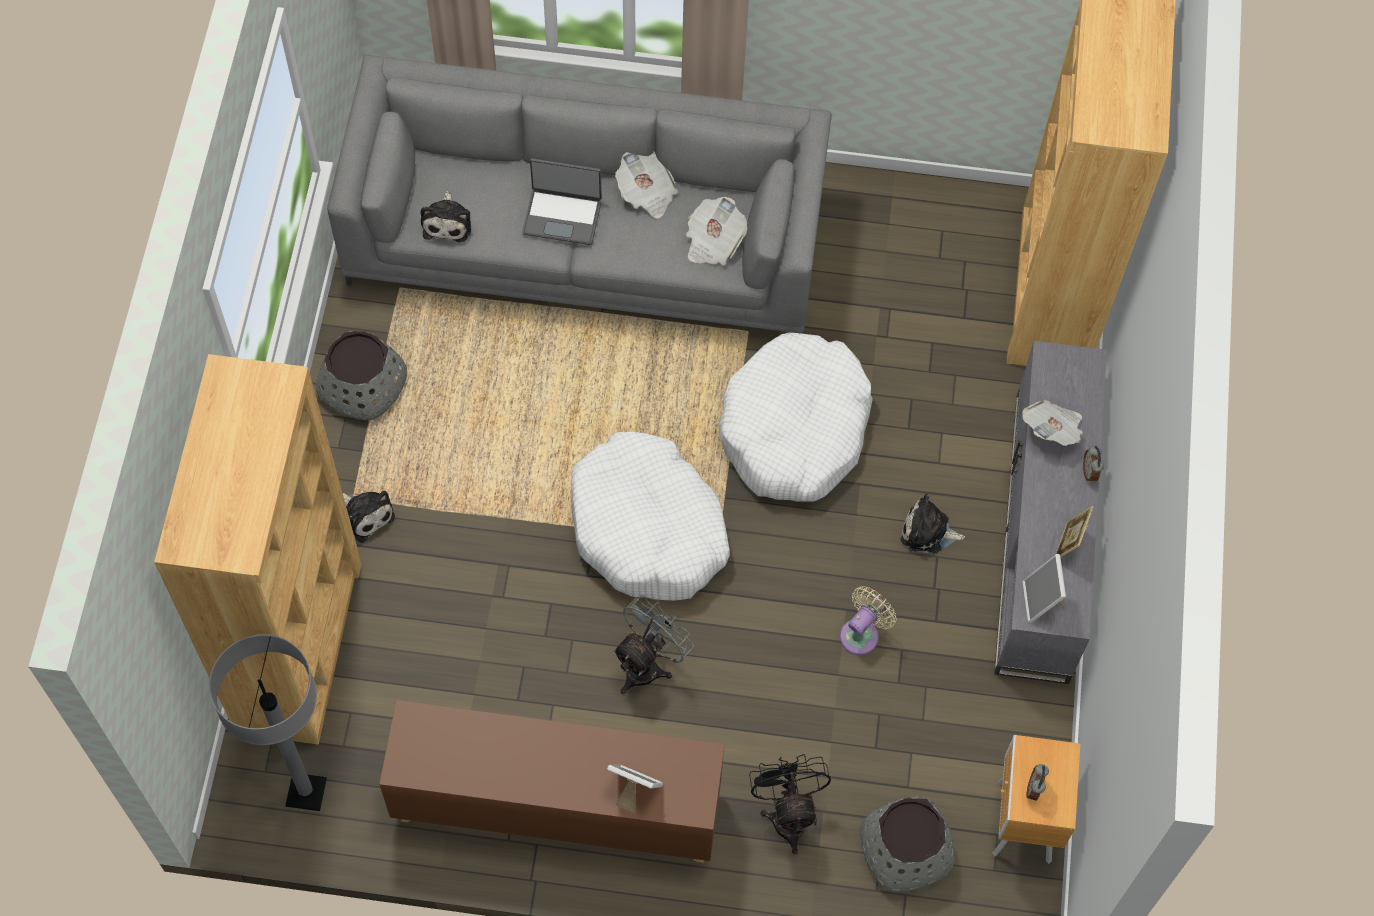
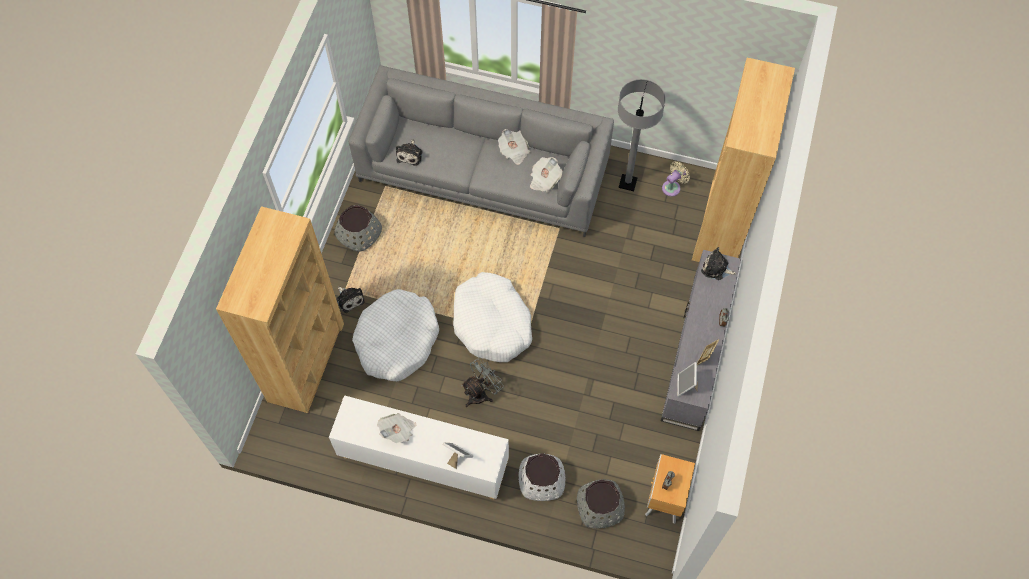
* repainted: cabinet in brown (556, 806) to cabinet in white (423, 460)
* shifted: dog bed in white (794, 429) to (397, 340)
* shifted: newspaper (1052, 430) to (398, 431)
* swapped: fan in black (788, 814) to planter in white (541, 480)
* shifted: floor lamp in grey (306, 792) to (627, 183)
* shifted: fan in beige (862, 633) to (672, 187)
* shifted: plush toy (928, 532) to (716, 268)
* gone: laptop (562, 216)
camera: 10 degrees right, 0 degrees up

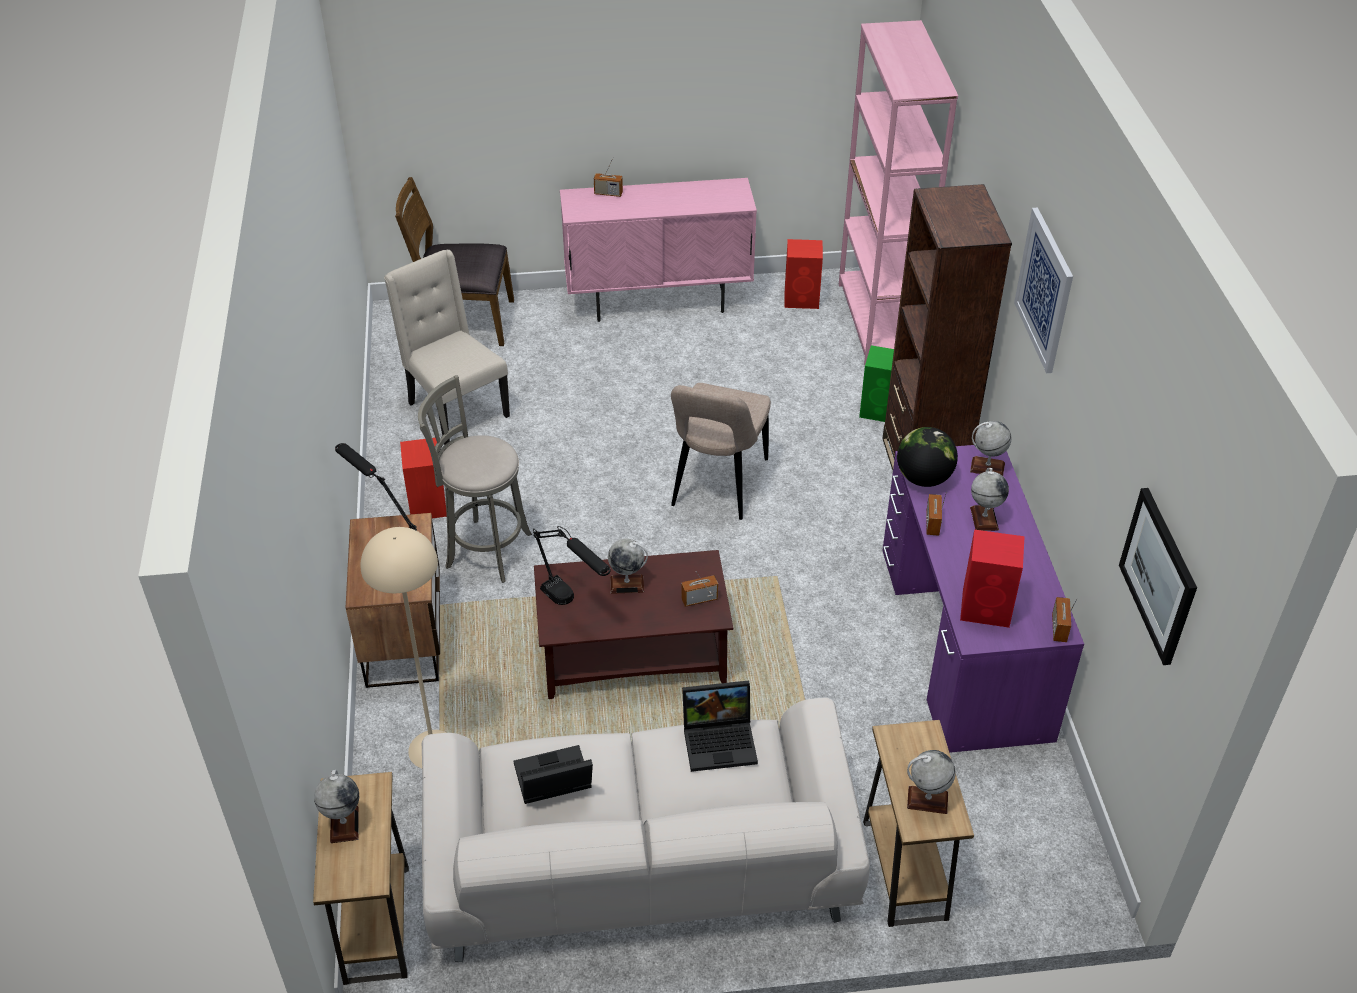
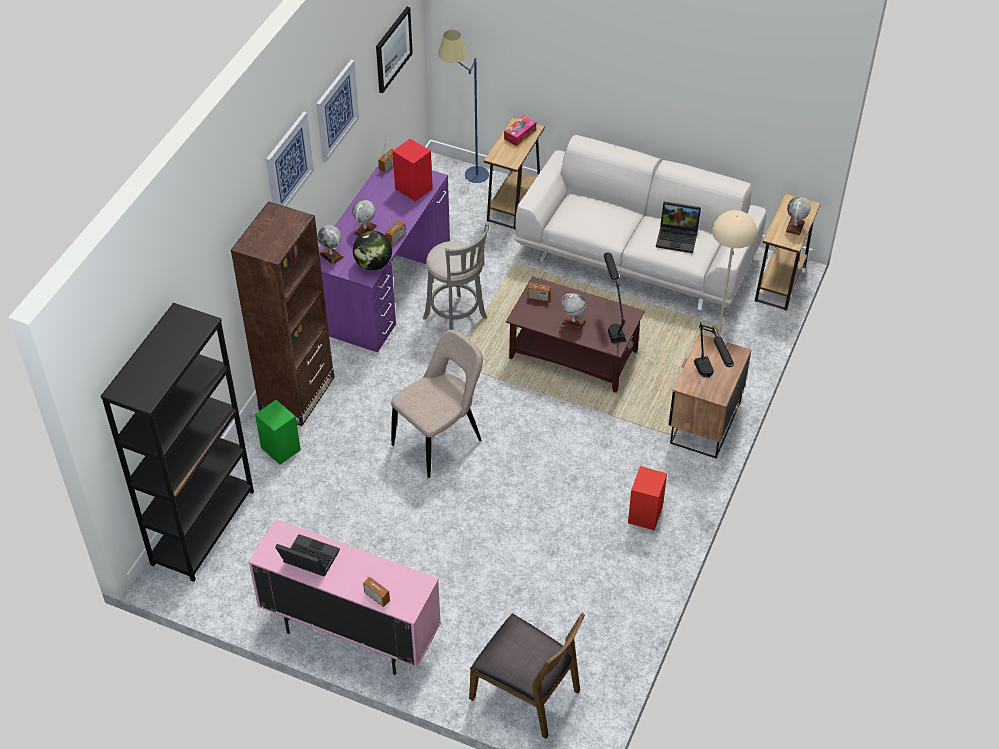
* repainted: bookcase in pink (878, 322) to bookcase in black (203, 527)
* shifted: laptop (721, 740) to (307, 560)
* new: picture (336, 110)
* shifted: stool in grey (484, 549) to (457, 320)
* new: floor lamp in blue (465, 175)
* swapped: globe (927, 800) to tissue box (520, 134)
* gone: chair in beige (455, 410)
* gone: speaker in red (802, 299)
camera: 150 degrees left, 5 degrees up

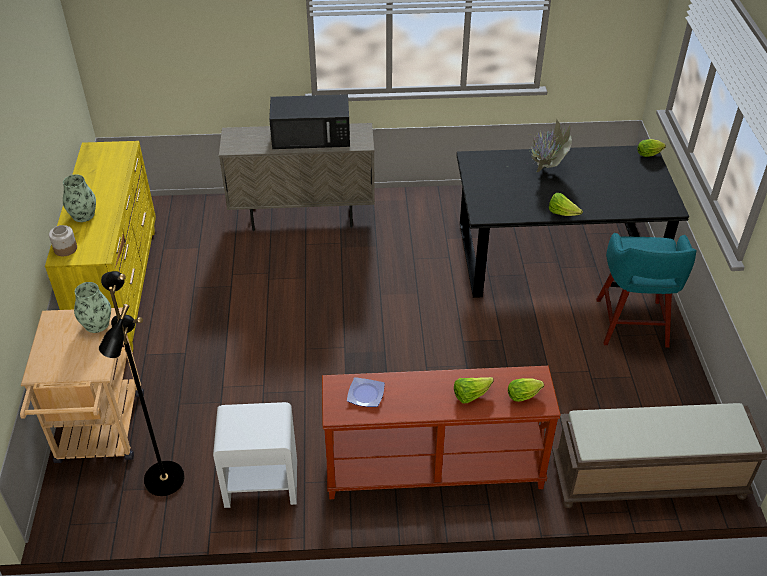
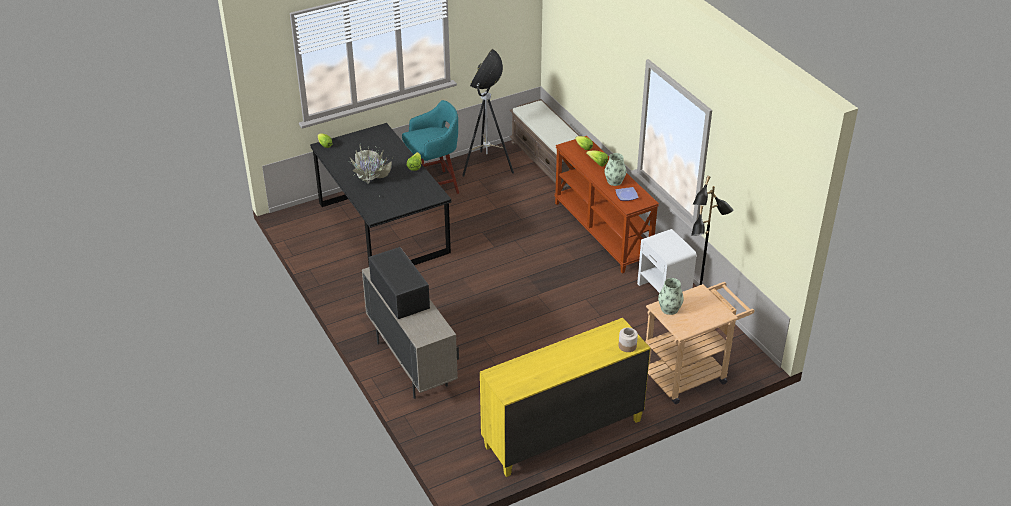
* new: floor lamp (487, 167)
* shifted: vase (83, 215) to (614, 181)
camera: 115 degrees left, 5 degrees down

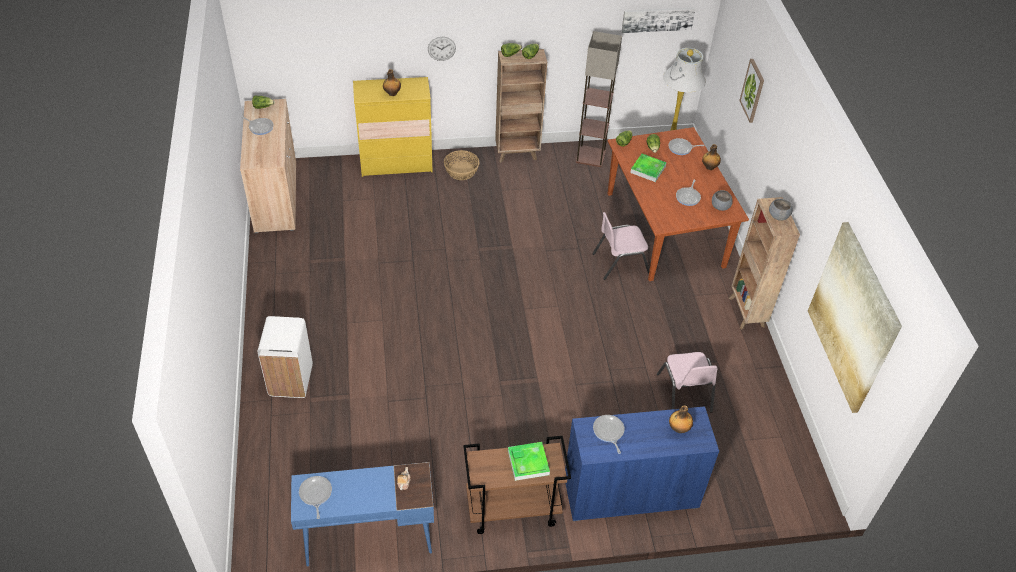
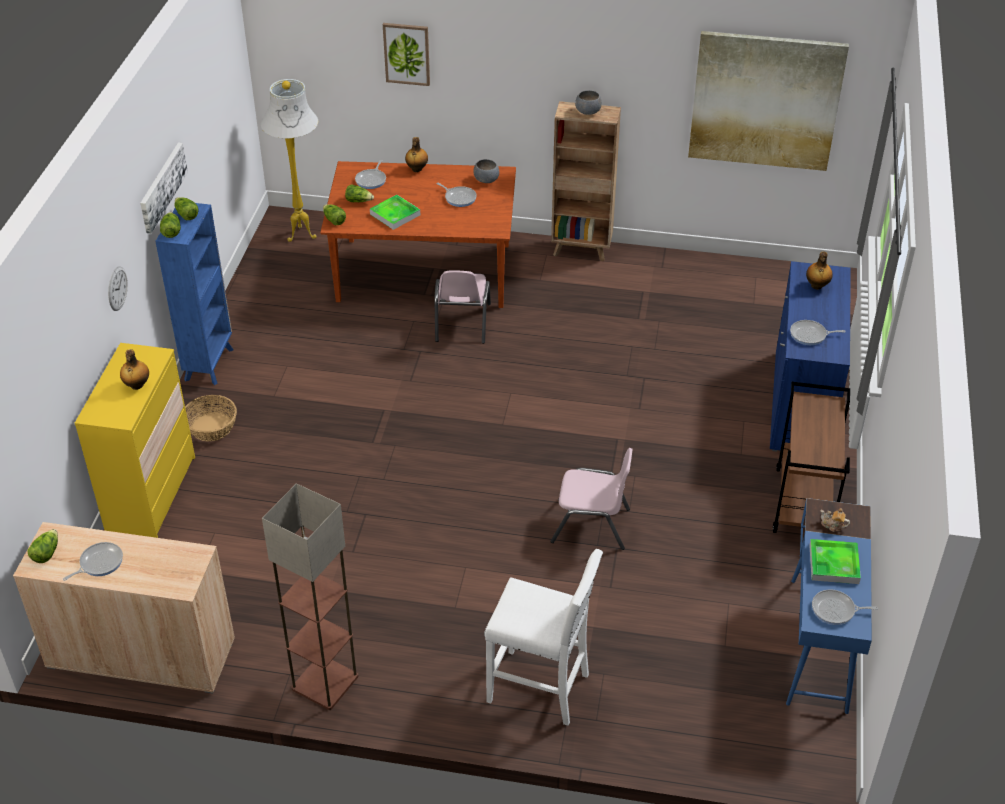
* shifted: picture (657, 19) to (162, 187)
* repainted: bookcase in brown (517, 154) to bookcase in blue (210, 363)
* shifted: floor lamp (590, 157) to (325, 683)
* swapped: trash can in white (290, 381) to stool in white (540, 688)
* shifted: chair in pink (684, 393) to (591, 525)
* shifted: tray (528, 462) to (834, 564)
camera: 70 degrees left, 5 degrees down

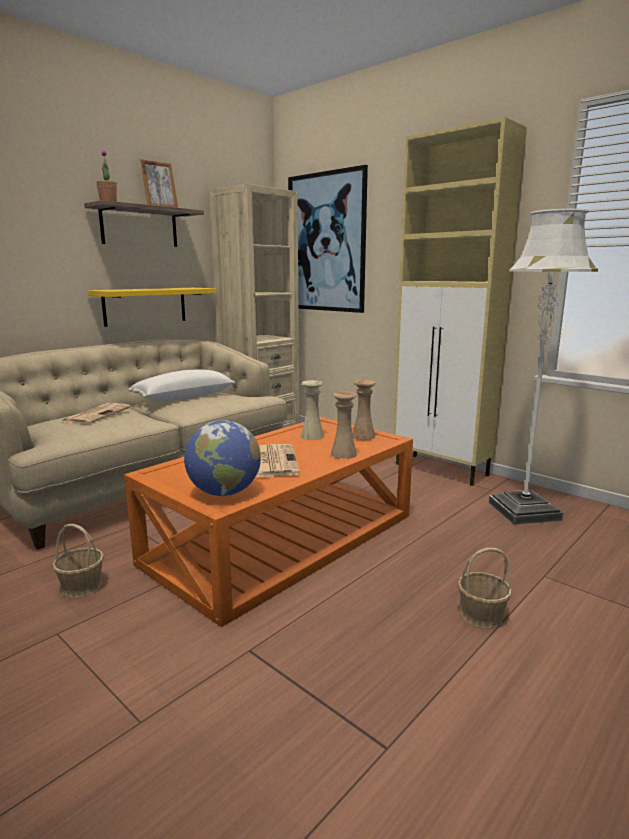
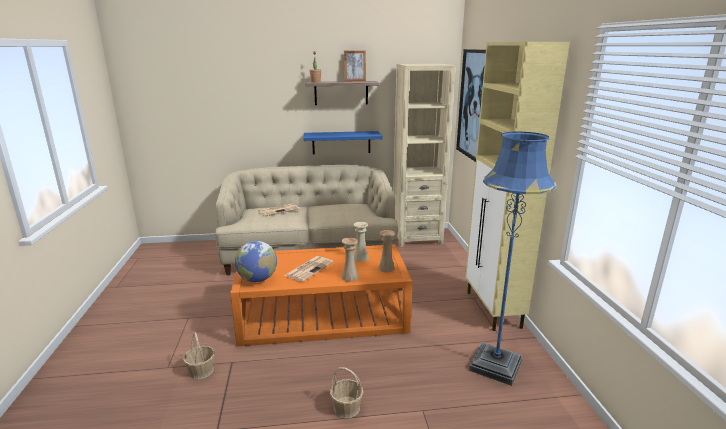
* shifted: basket (81, 586) to (201, 371)
* repainted: shelf in yellow (145, 306) to shelf in blue (341, 142)
* repainted: floor lamp in white (524, 511) to floor lamp in blue (495, 365)
* gone: pillow in white (183, 397)
camera: 40 degrees right, 5 degrees up

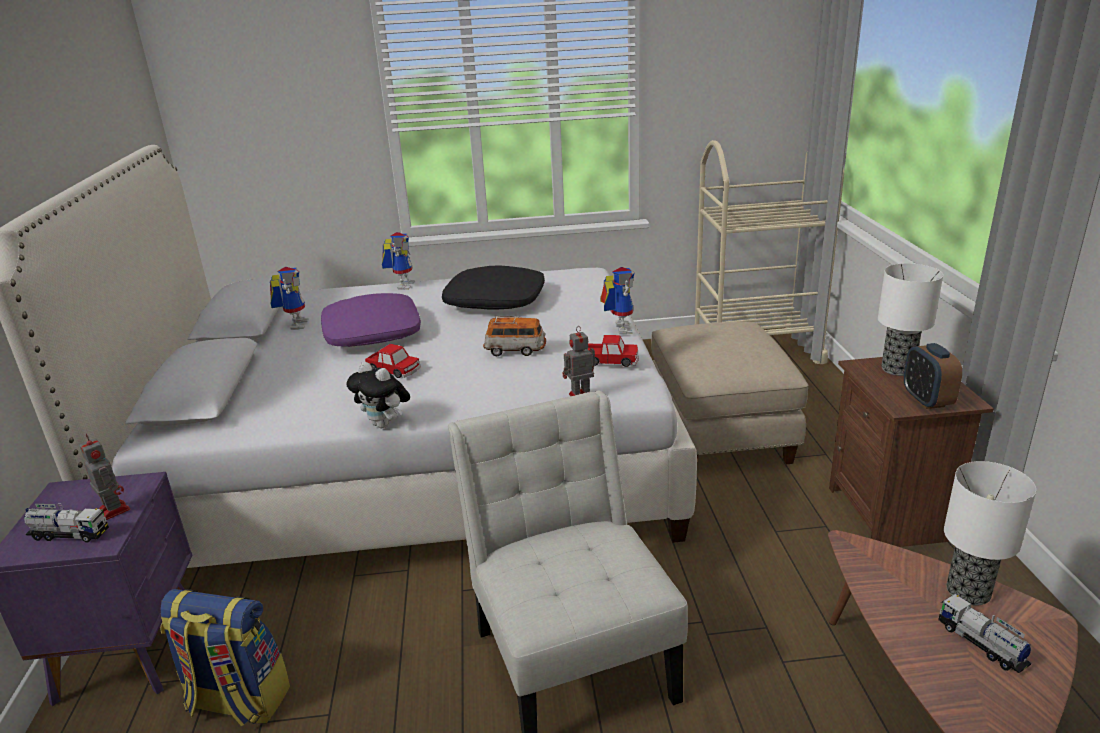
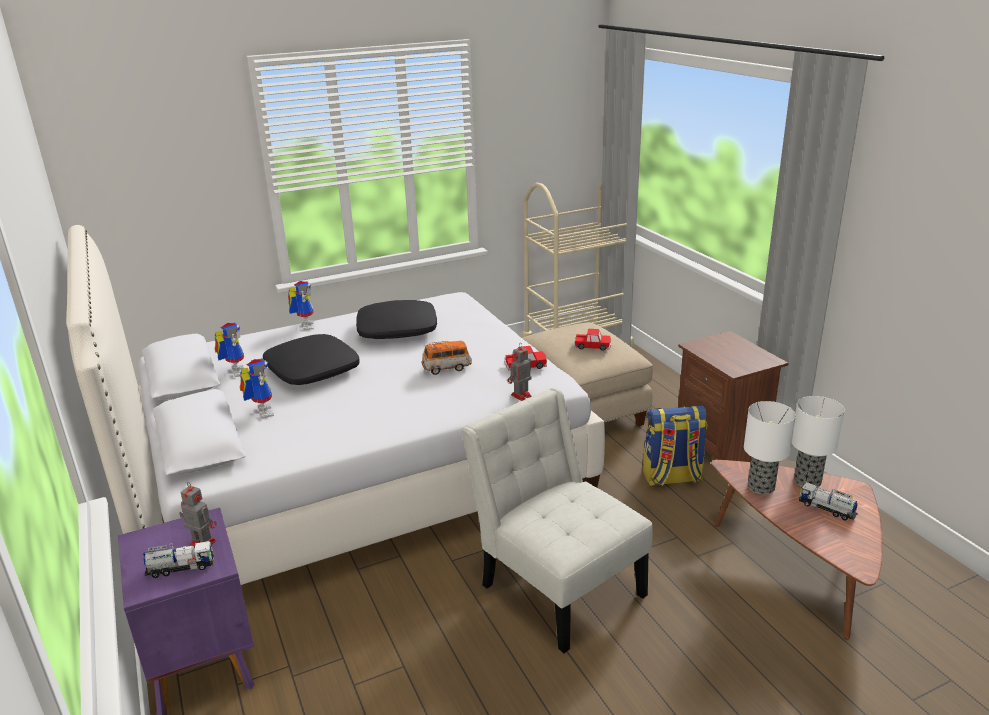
* shifted: toy robot (618, 328) to (261, 412)
* repainted: pillow in purple (371, 333) to pillow in black (312, 370)
* shifted: toy car (393, 370) to (592, 346)
* shifted: backpack (237, 701) to (672, 477)
* shifted: table lamp (898, 369) to (761, 486)
* gone: plush toy (385, 424)
* gone: alarm clock (926, 400)
camera: 20 degrees left, 0 degrees up

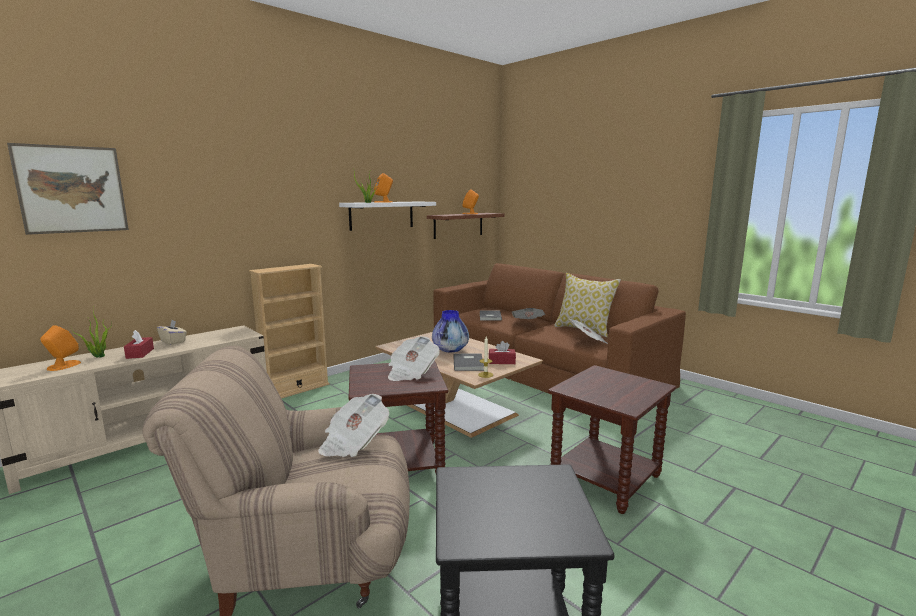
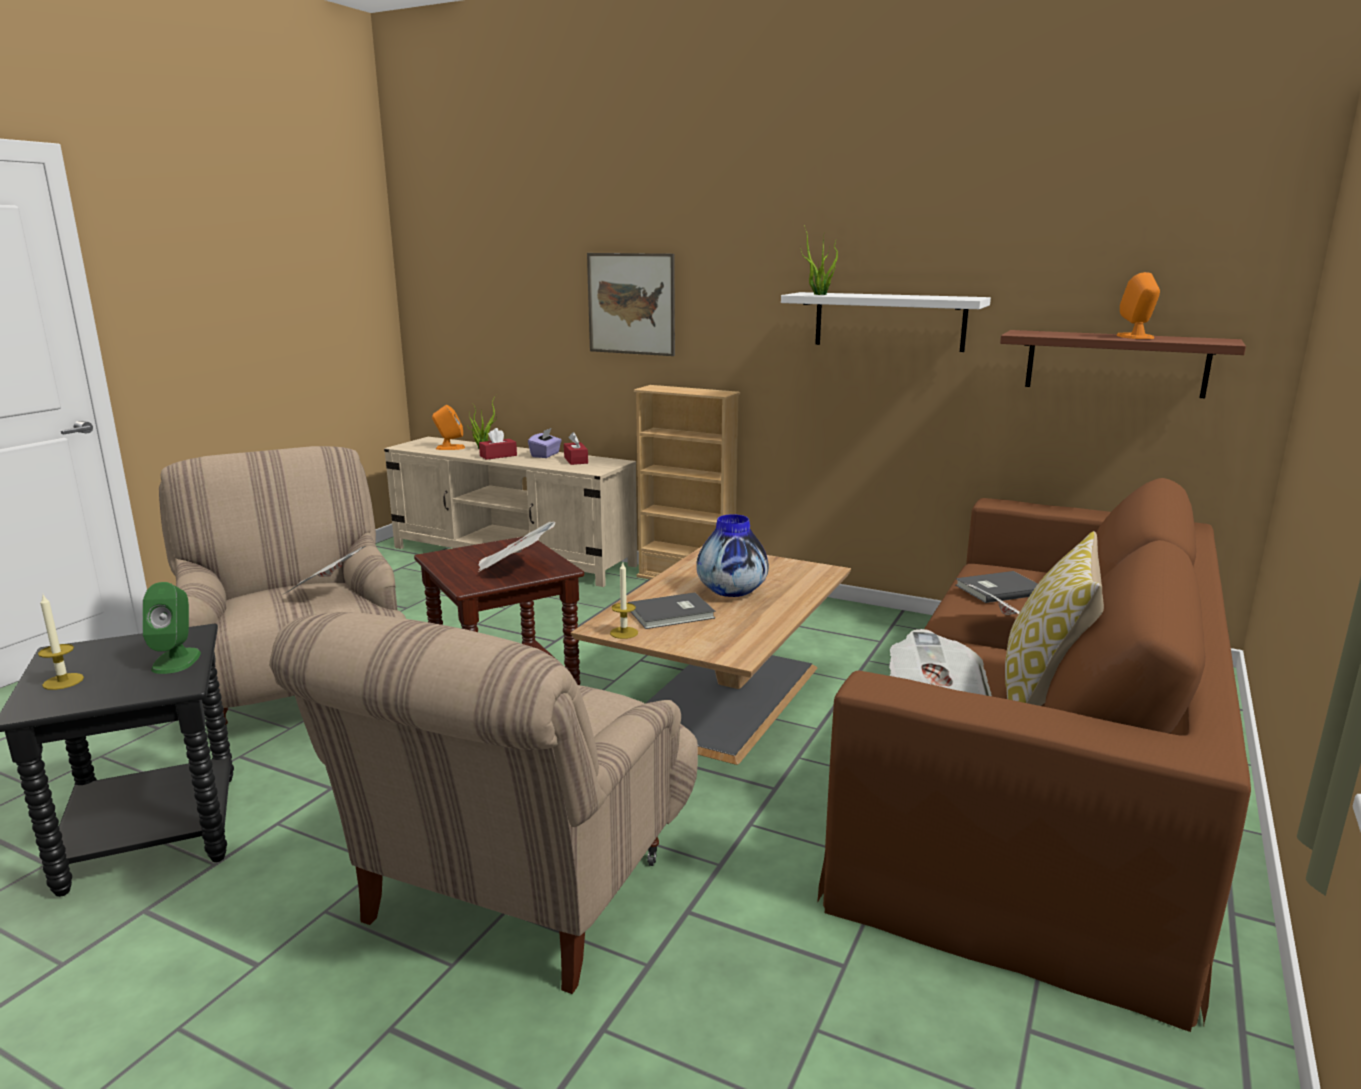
* new: candle (63, 681)
* new: speaker in green (176, 660)
* swapped: side table in brown (606, 480) to armchair in beige (520, 890)
* repainted: tissue box in beige (173, 341) to tissue box in purple (545, 455)
* shifted: tissue box in red (502, 361) to (576, 460)
* shifted: picture (72, 189) to (631, 304)
* gone: speaker in orange (384, 202)
camera: 70 degrees right, 5 degrees up

